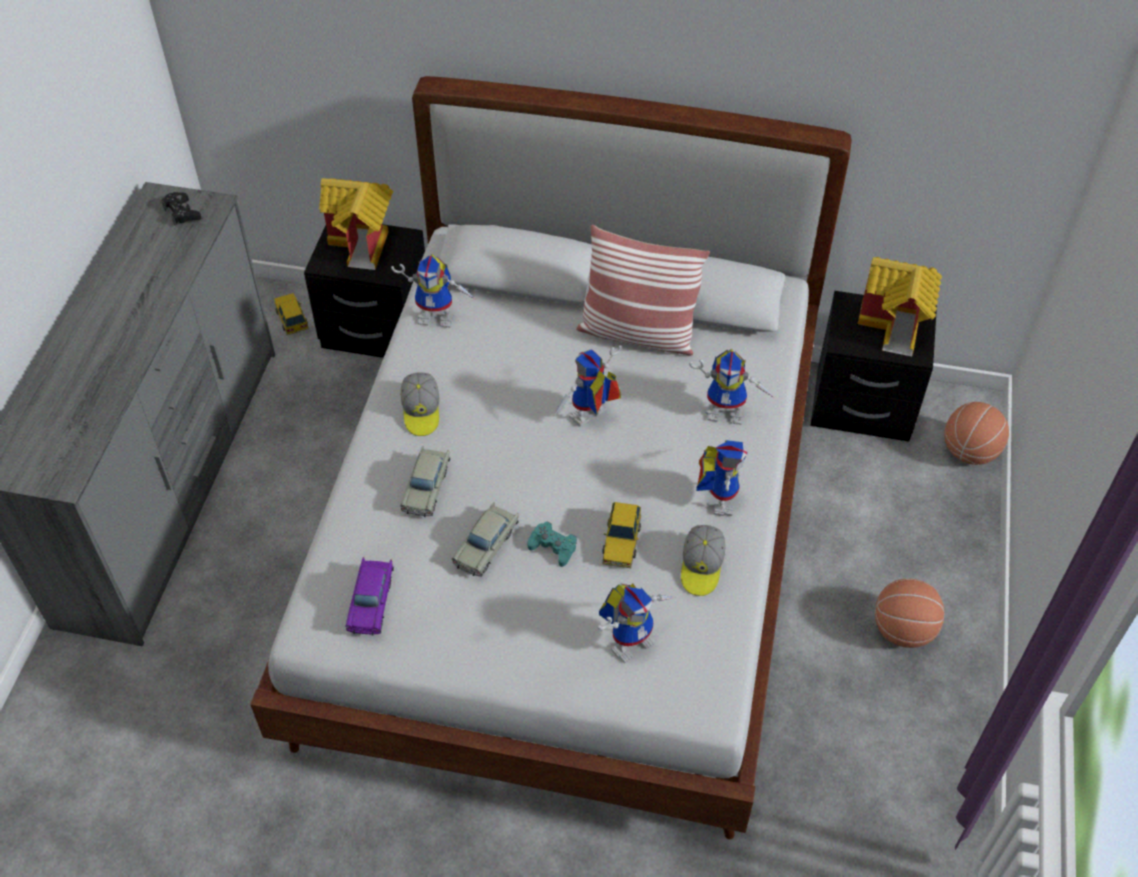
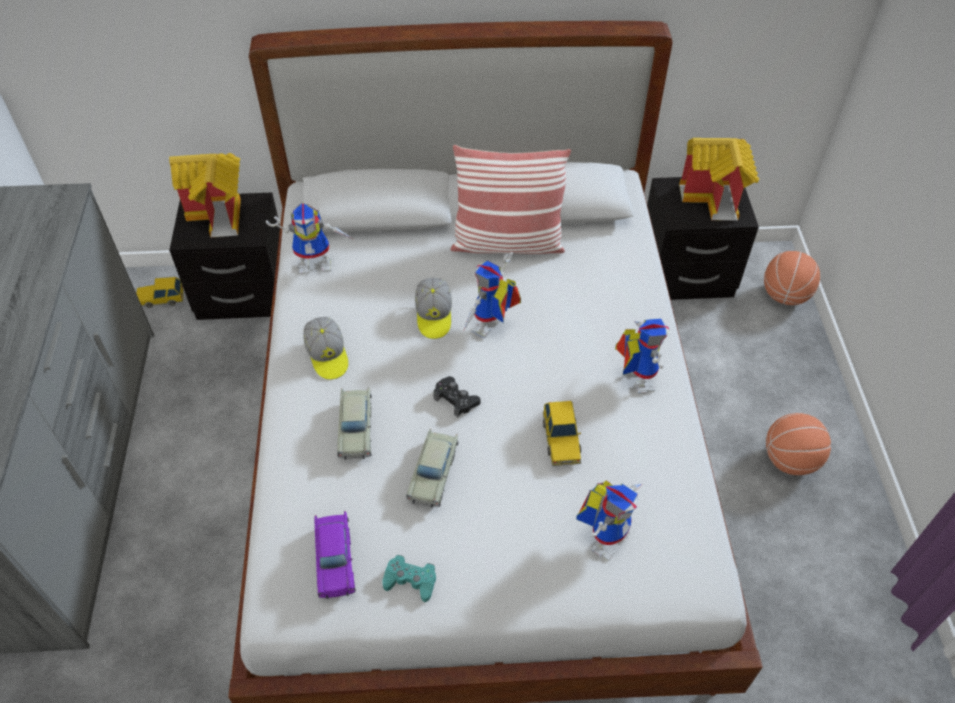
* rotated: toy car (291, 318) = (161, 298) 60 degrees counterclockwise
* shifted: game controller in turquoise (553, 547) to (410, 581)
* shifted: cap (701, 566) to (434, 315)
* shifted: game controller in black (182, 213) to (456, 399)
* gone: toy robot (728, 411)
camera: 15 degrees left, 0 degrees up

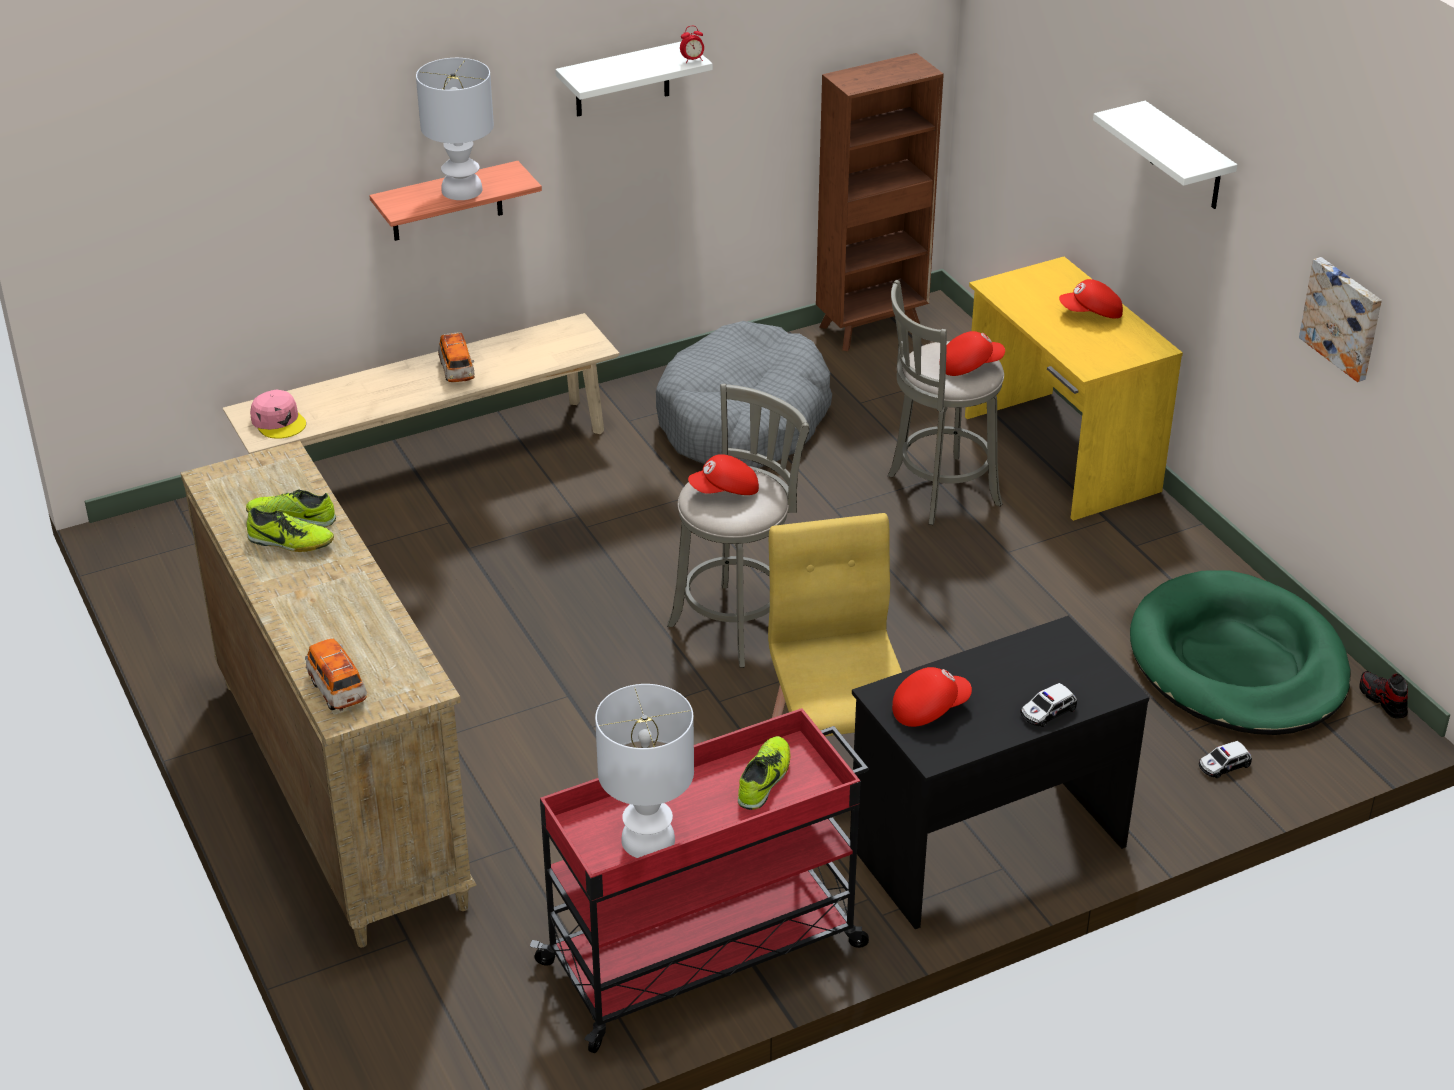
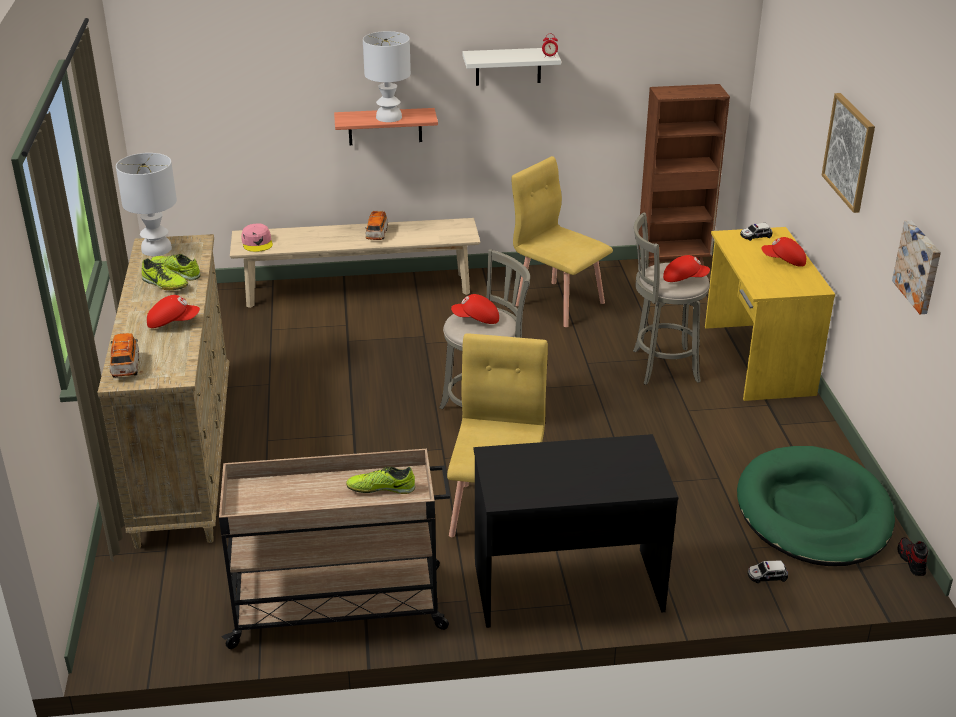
* shifted: table lamp in white (647, 839) to (156, 248)
* shifted: cap in red (929, 708) to (173, 322)
* repainted: cart in red (706, 953) to cart in beige (340, 607)
* rotated: shoe (764, 779) = (381, 488) 135 degrees counterclockwise
* swapped: dog bed in grey (743, 420) to chair in yellow (559, 303)
* shifted: toy car (1047, 712) to (755, 236)
* swapped: shelf in white (1186, 158) to picture (849, 152)
camera: 20 degrees right, 5 degrees down

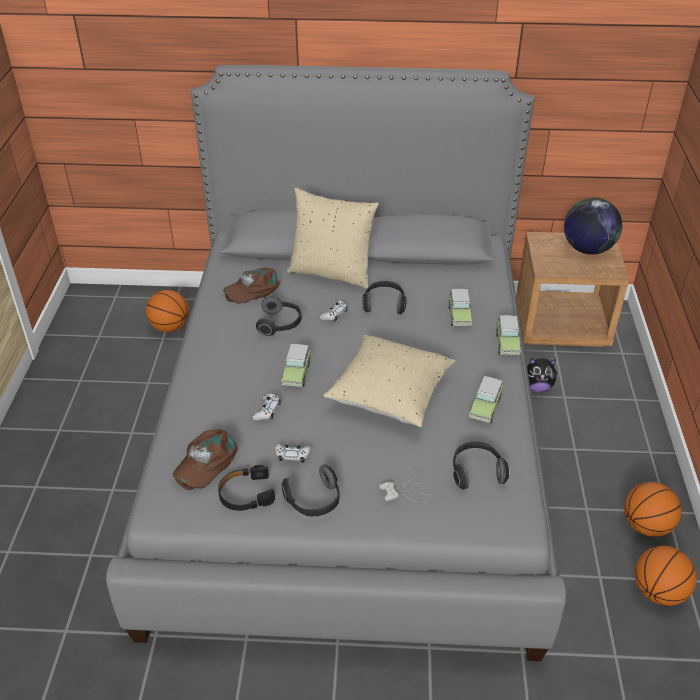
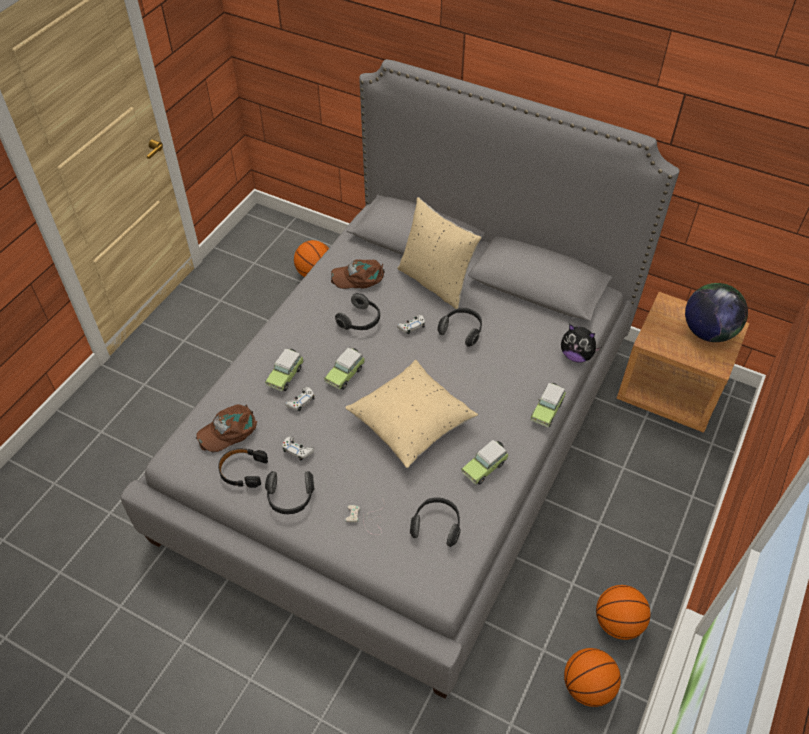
* shifted: toy car (459, 315) to (286, 375)
* shifted: plush toy (537, 387) to (576, 355)
camera: 25 degrees right, 10 degrees up

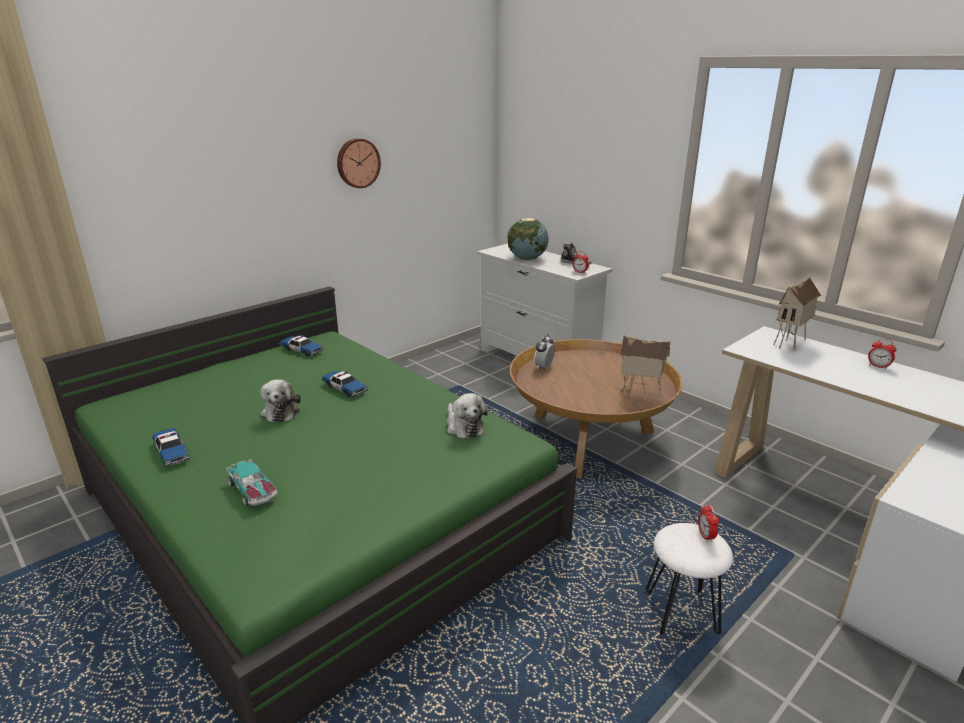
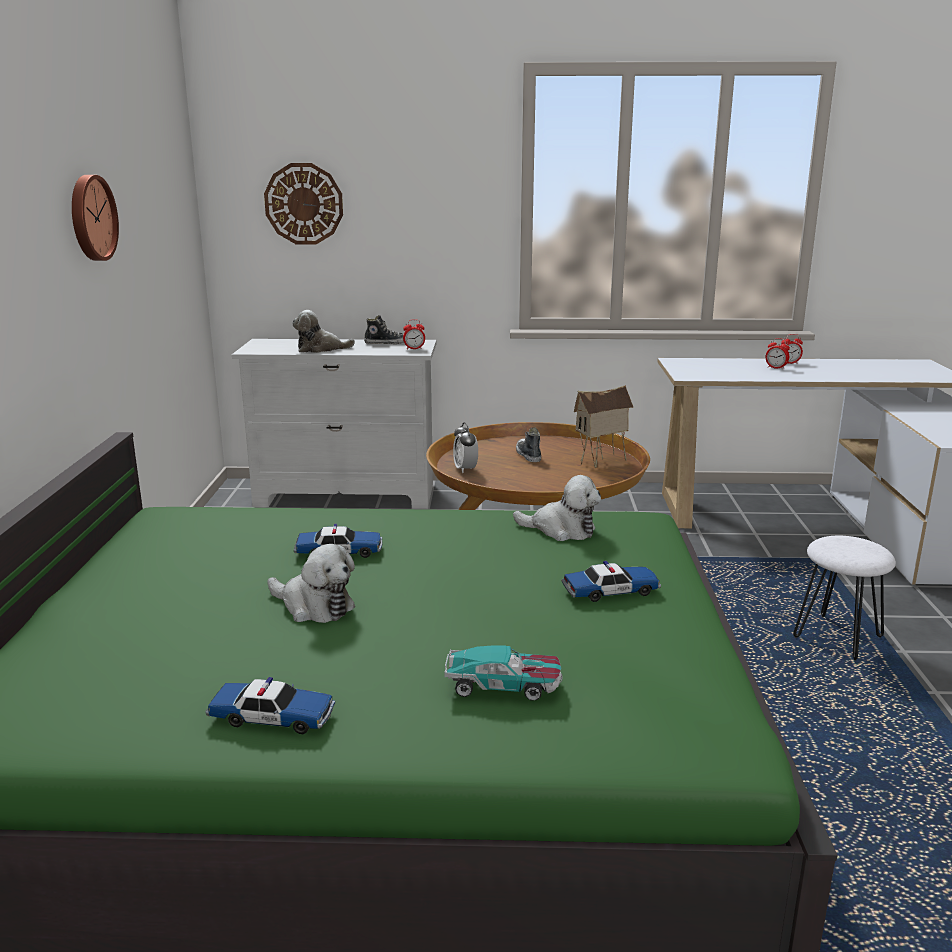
* new: wall clock (304, 204)
* swapped: globe (527, 259) to plush toy (320, 349)
* new: shoe (528, 455)
* shifted: toy car (302, 350) to (611, 591)
* shifted: alarm clock (705, 536) to (776, 368)
* gone: toy house (791, 344)
camera: 45 degrees left, 5 degrees down

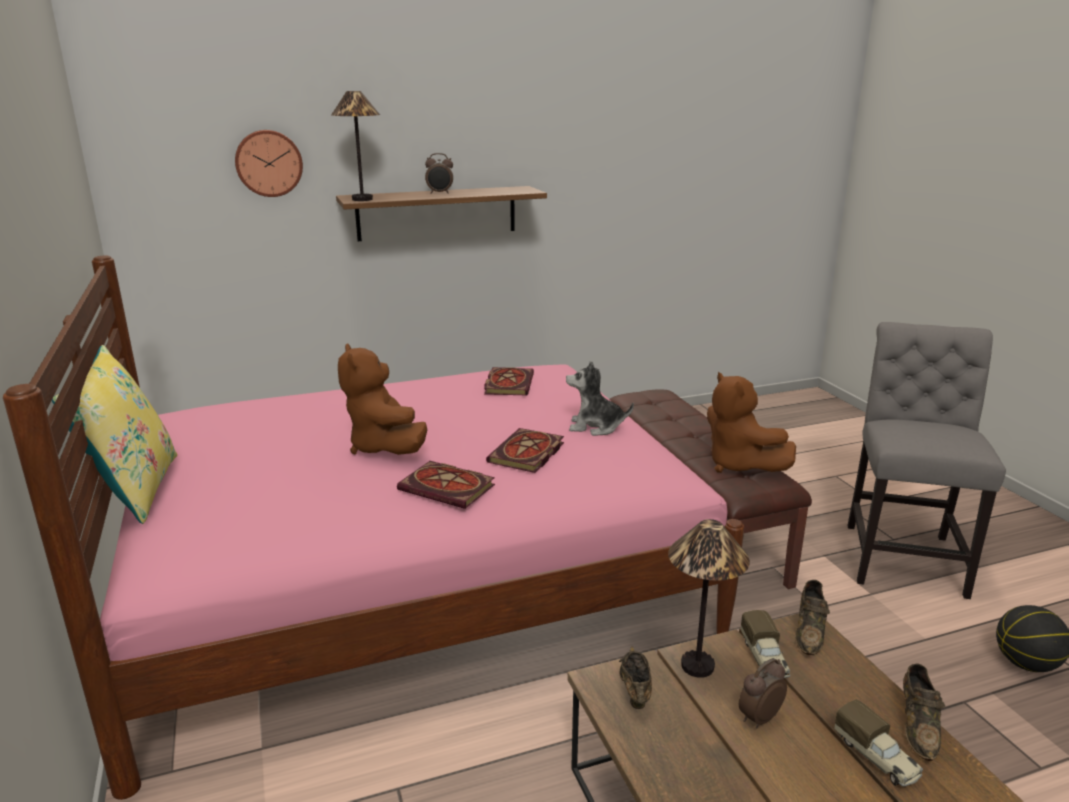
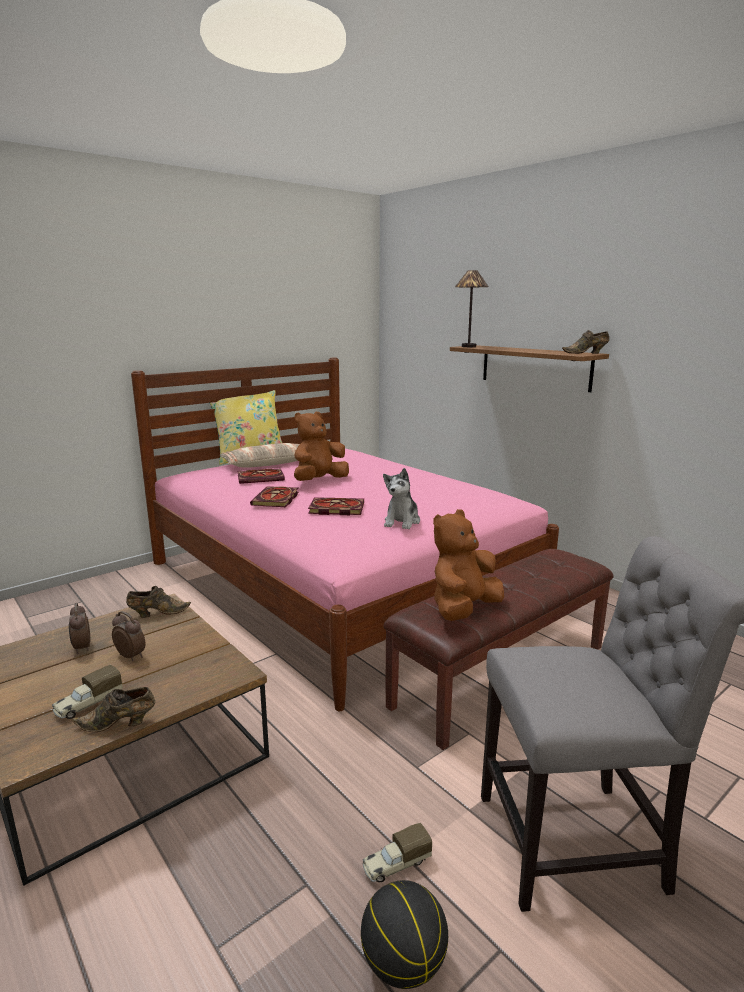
* shifted: alarm clock (440, 193) to (82, 648)
* new: pillow (268, 464)
* shifted: book (508, 383) to (262, 478)
* shifted: toy truck (764, 658) to (396, 864)
* rotated: plush toy (595, 427) = (402, 521) 150 degrees counterclockwise
* shifted: shoe in brown (809, 632) to (586, 353)
* gone: wall clock (269, 163)
* gone: table lamp (698, 667)
camera: 70 degrees right, 5 degrees down

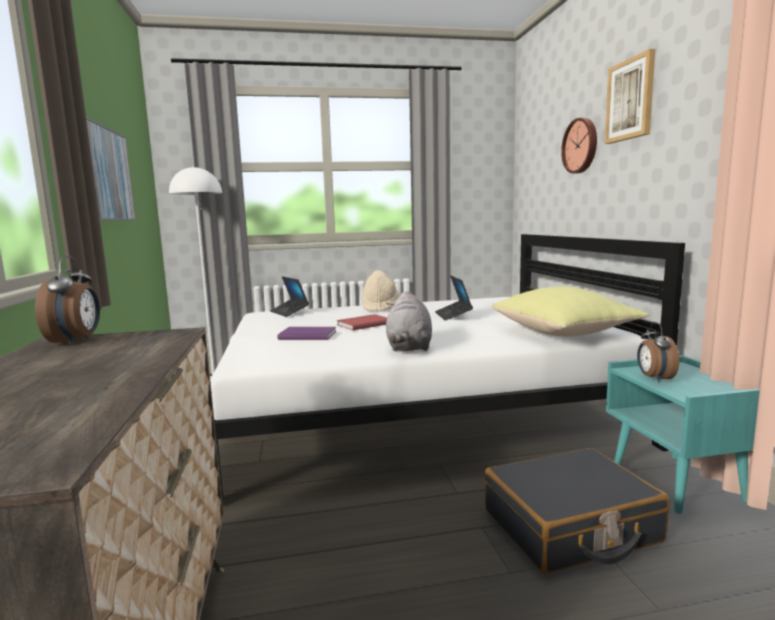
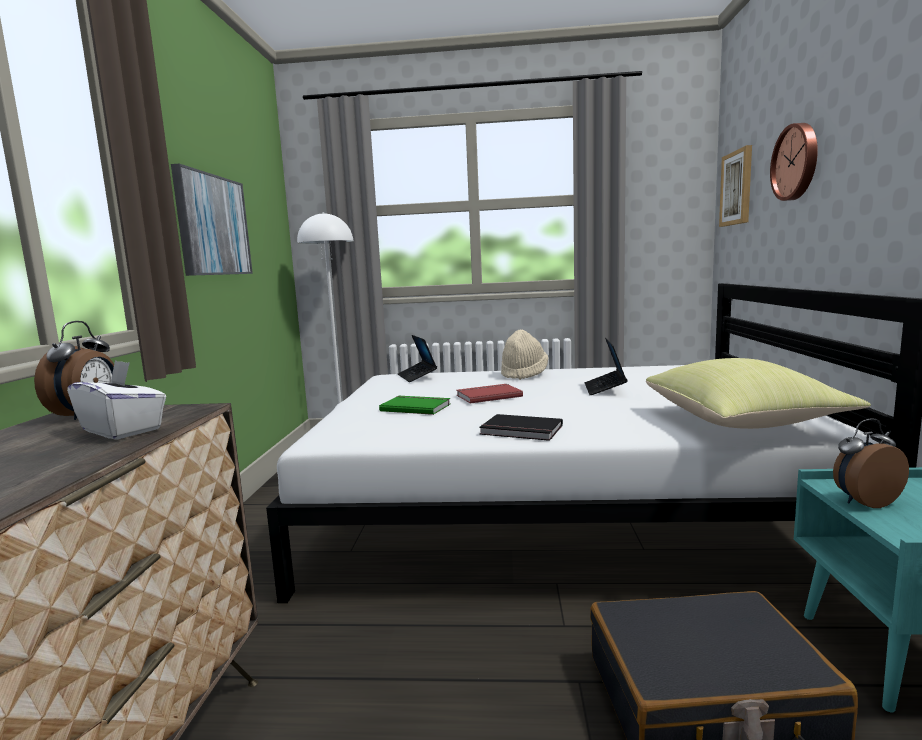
* new: tissue box in white (123, 430)
* repainted: book in purple (308, 335) to book in green (416, 407)
* swapped: plush toy in grey (409, 347) to book in black (521, 431)
* shifted: picture (630, 100) to (737, 188)
* rotated: alarm clock (654, 378) = (864, 501) 60 degrees clockwise
camera: 15 degrees right, 0 degrees up

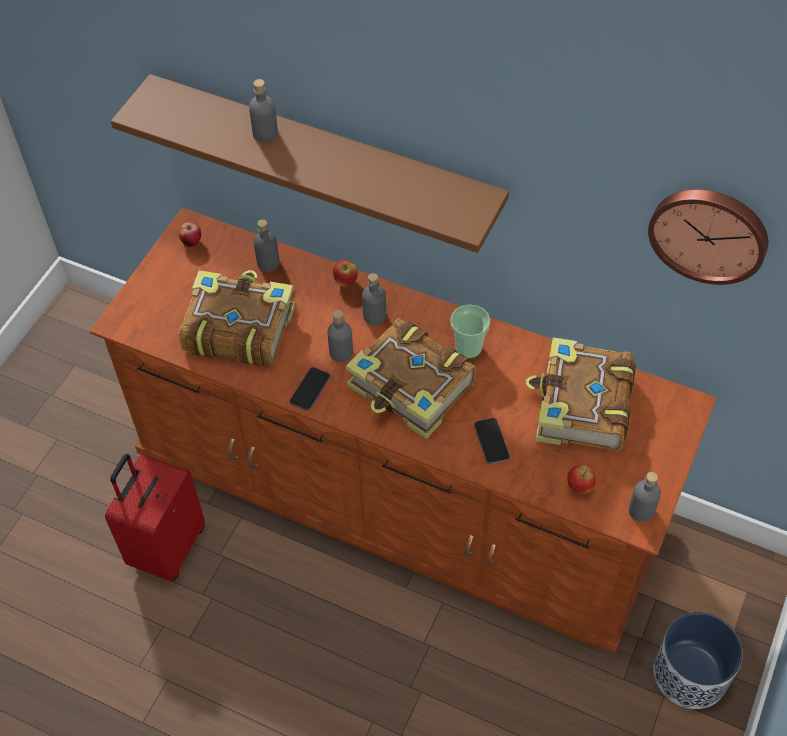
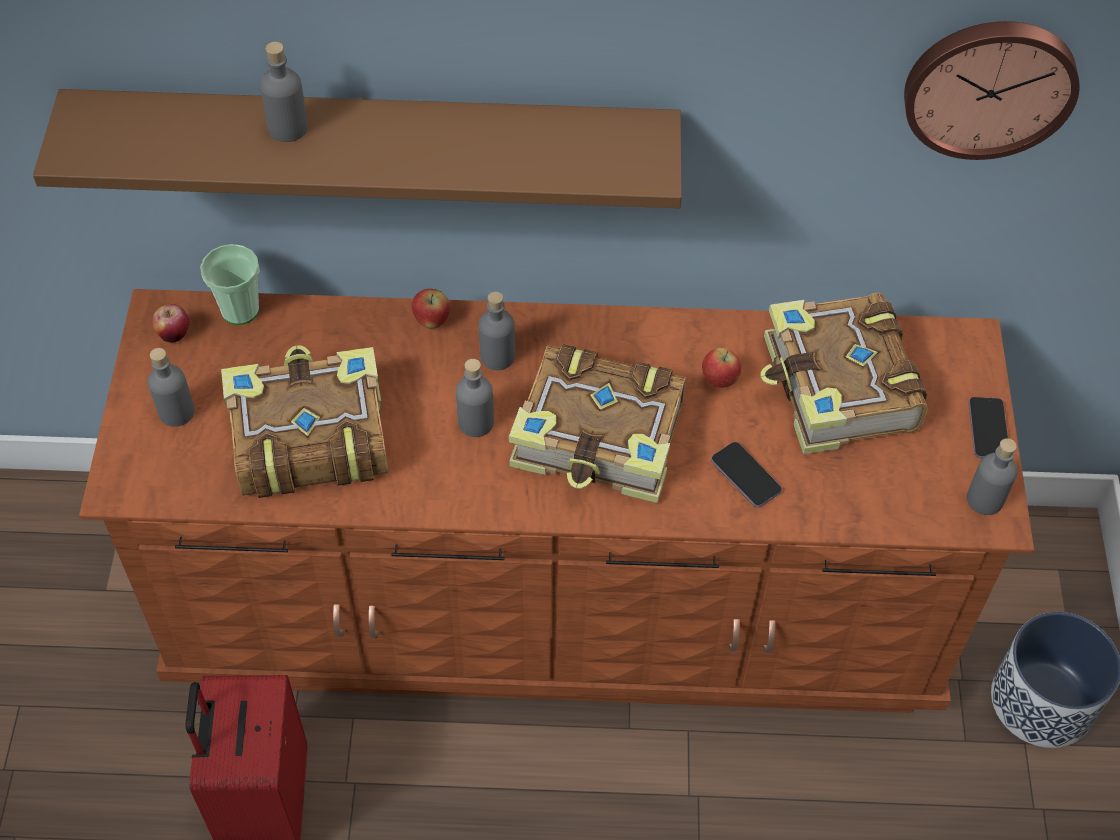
* shifted: bottle in grey (268, 263) to (176, 412)
* shifted: cup (468, 348) to (240, 310)
* shifted: apple (579, 487) to (719, 380)
* shifted: phone (310, 390) to (988, 429)
camera: 25 degrees left, 0 degrees up

